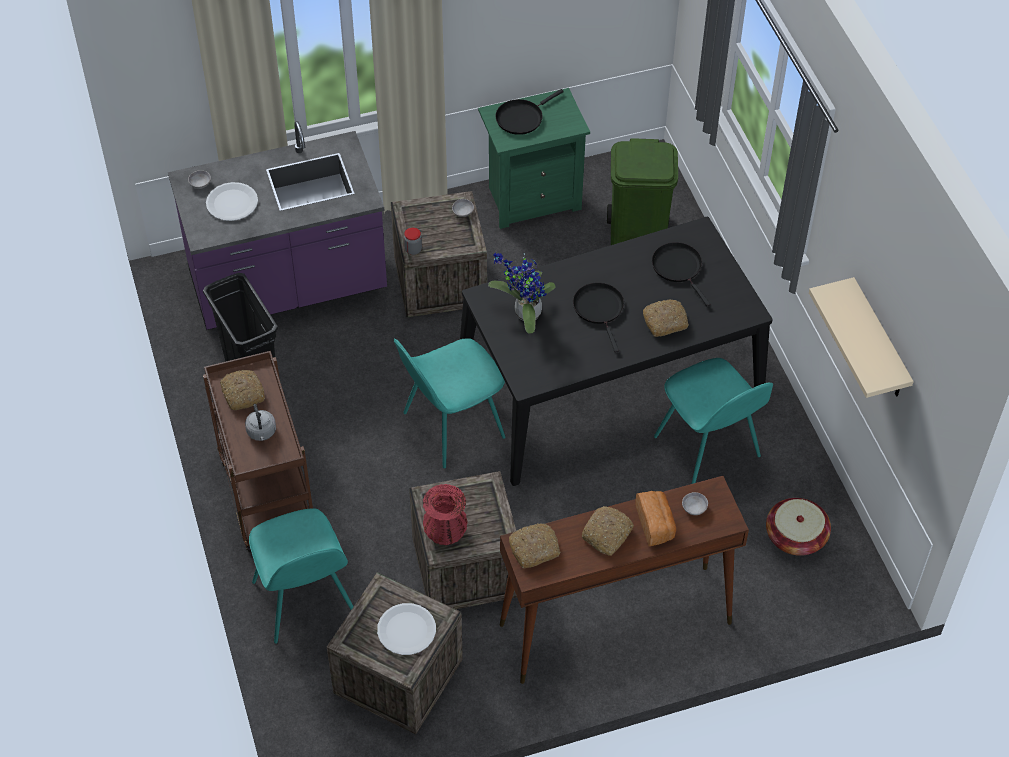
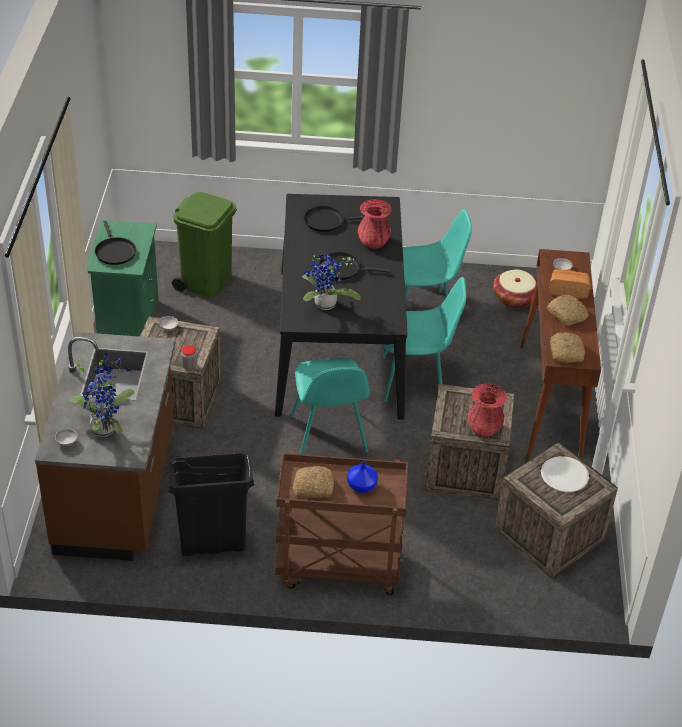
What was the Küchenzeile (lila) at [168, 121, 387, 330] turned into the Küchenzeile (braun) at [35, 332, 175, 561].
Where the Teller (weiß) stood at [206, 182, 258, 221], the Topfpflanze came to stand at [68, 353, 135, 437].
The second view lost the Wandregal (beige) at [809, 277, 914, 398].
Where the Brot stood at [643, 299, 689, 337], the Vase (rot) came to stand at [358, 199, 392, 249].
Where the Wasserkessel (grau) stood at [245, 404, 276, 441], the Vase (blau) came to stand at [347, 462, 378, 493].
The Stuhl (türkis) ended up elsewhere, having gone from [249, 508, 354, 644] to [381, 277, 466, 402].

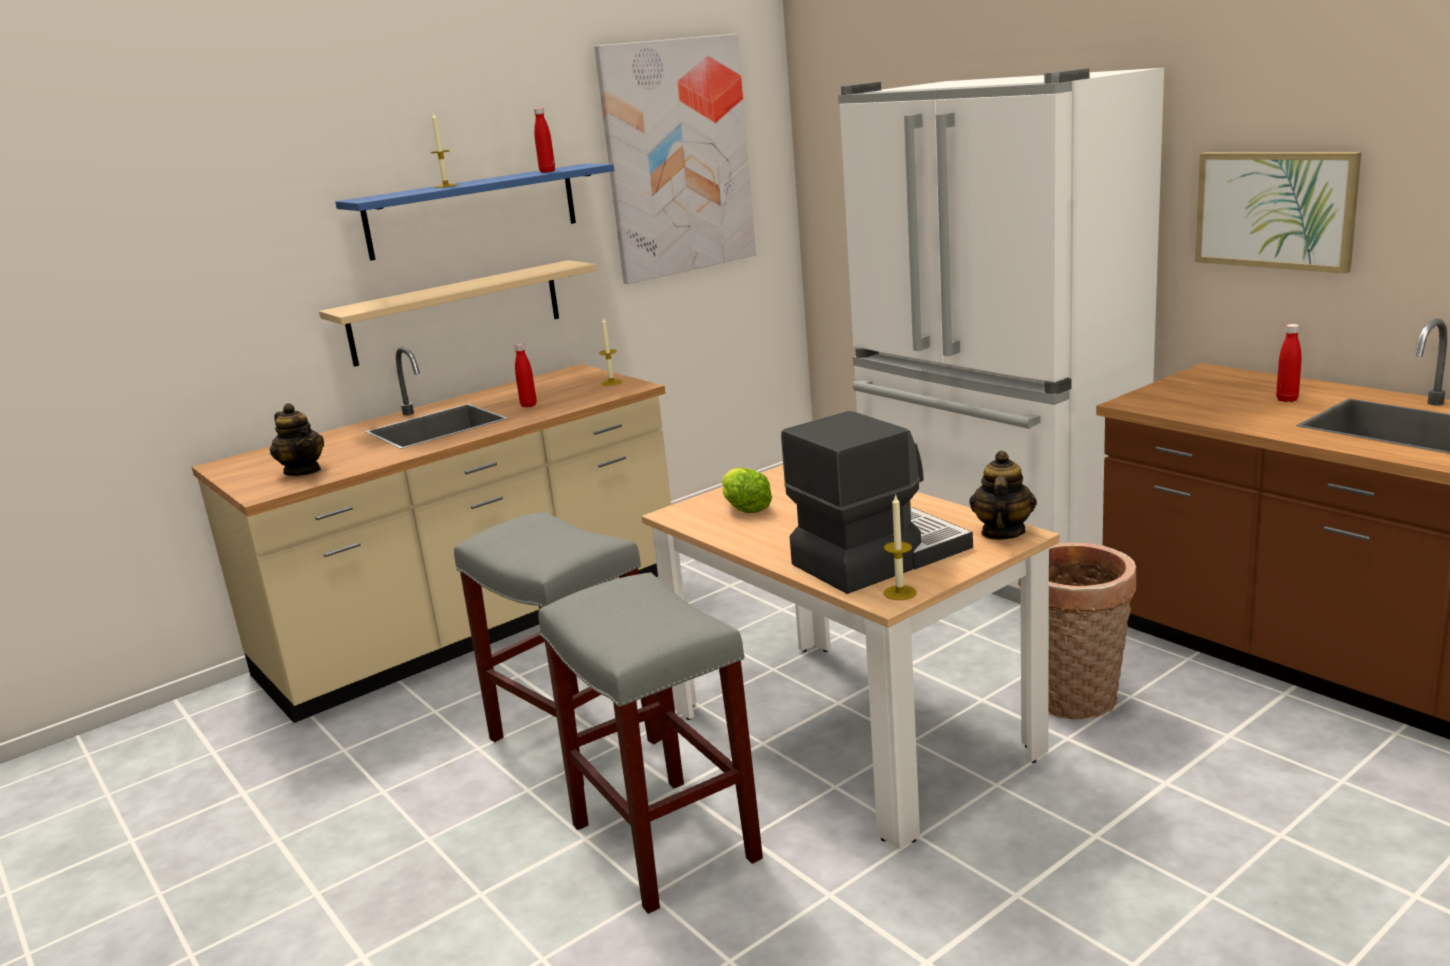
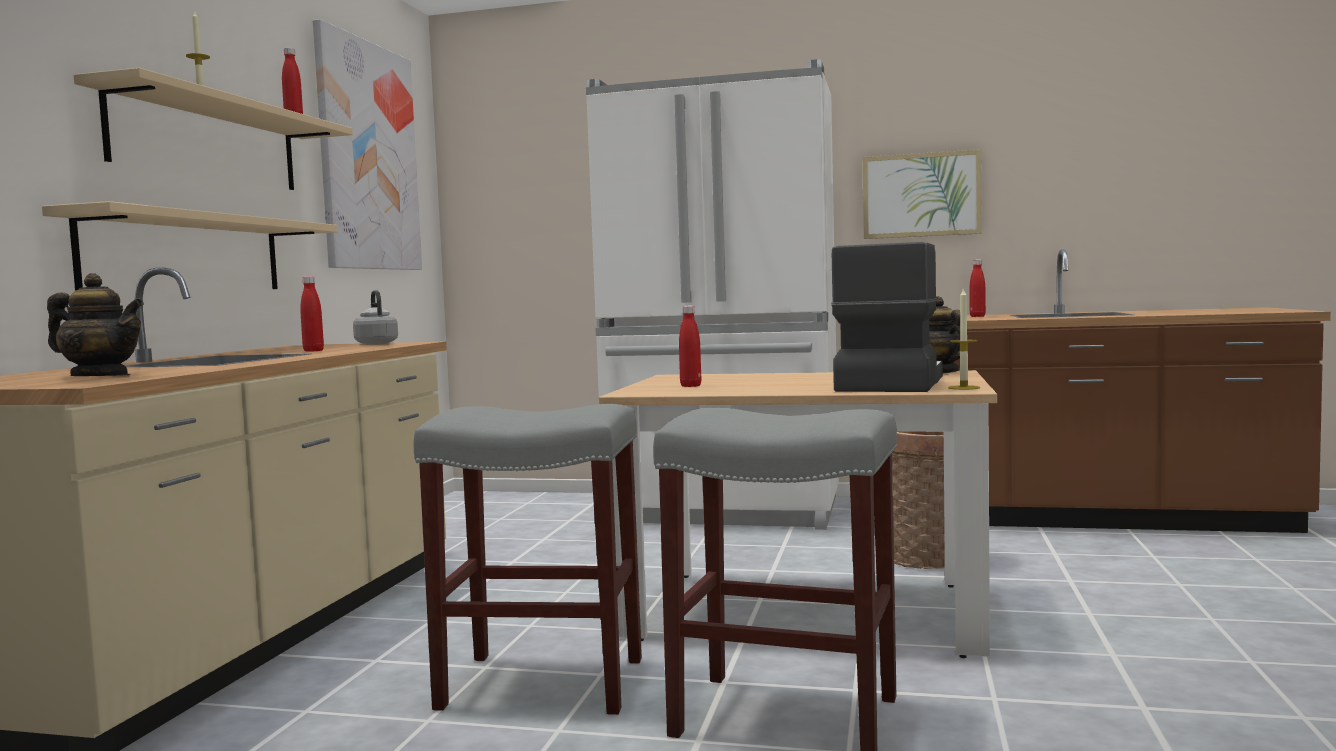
What was the Wandregal (blau) at [335, 164, 614, 261] turned into the Wandregal (beige) at [73, 68, 353, 190].
Where the Kerze stood at [599, 318, 622, 386], the Wasserkessel (grau) came to stand at [353, 290, 398, 345].
Where the Salatkopf stood at [722, 468, 772, 513], the Flasche (rot) came to stand at [679, 305, 701, 387].

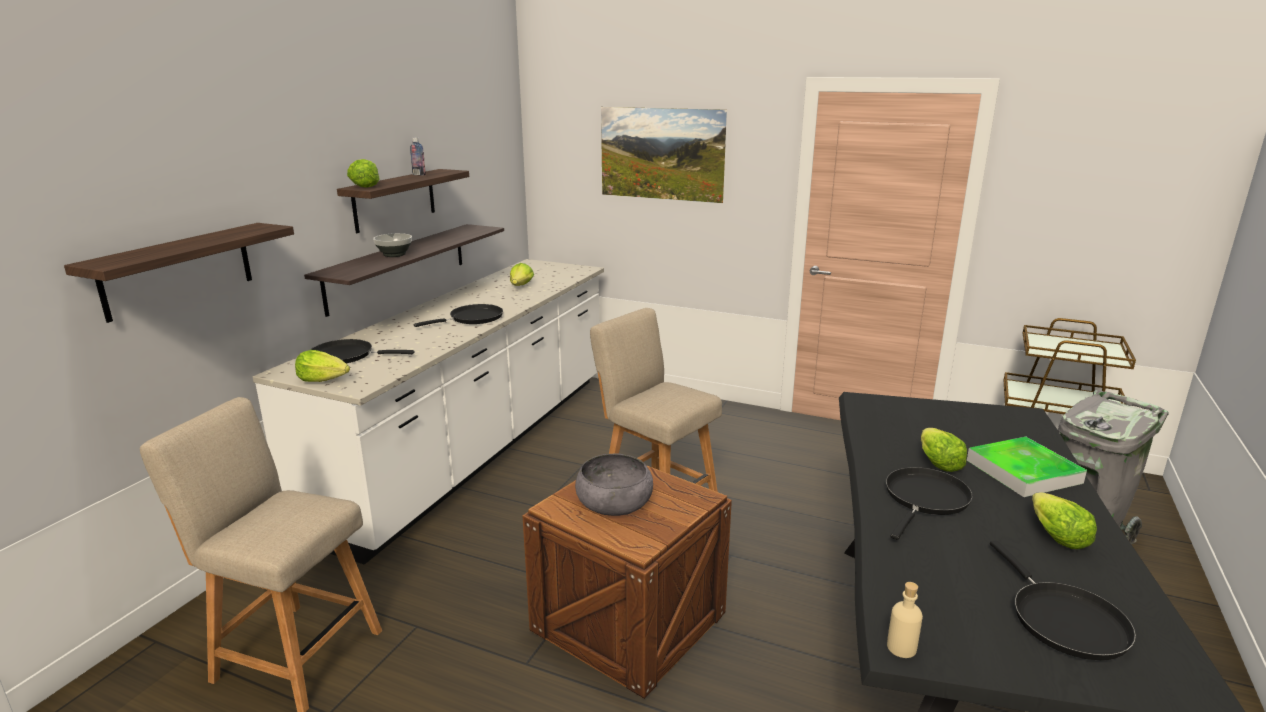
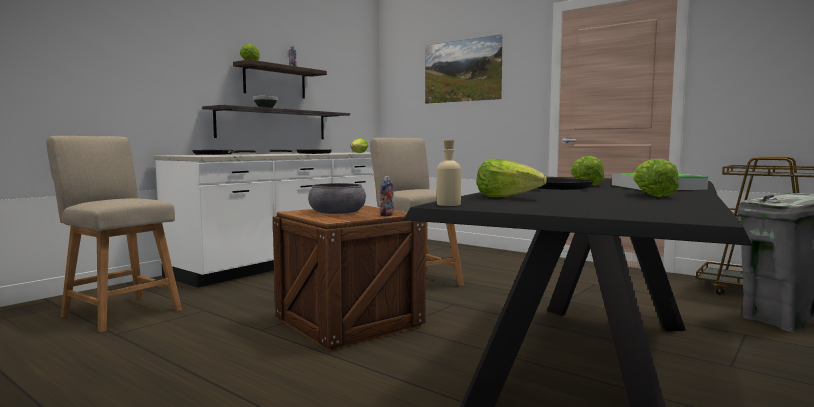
The second view lost the Wandregal at [64, 223, 294, 323].
The Salatkopf ended up elsewhere, having gone from [295, 350, 350, 382] to [476, 159, 547, 197].
The second view lost the Pfanne (schwarz) at [990, 540, 1136, 660].
The second view gained the Flasche at [380, 176, 394, 216].

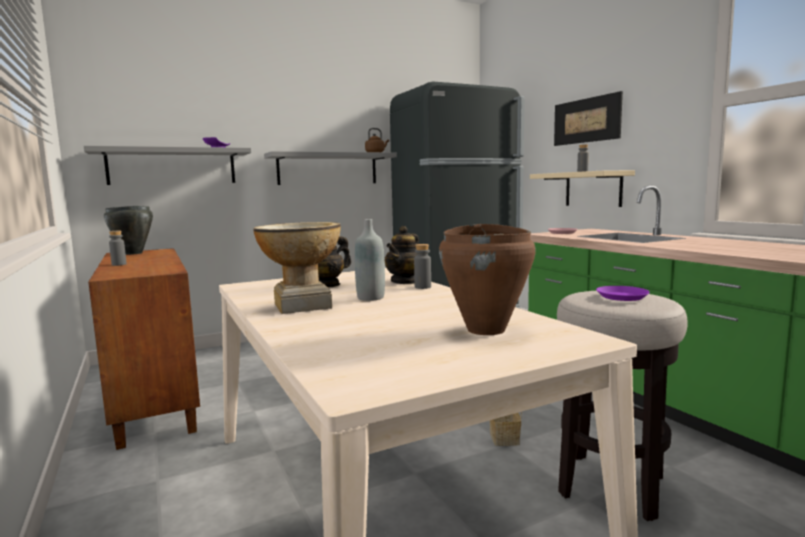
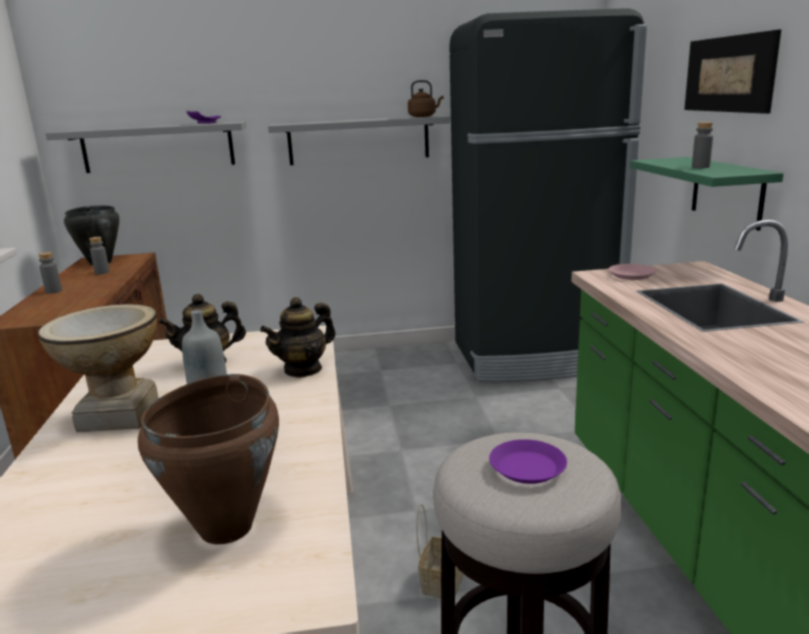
What was the Wandregal (beige) at [530, 170, 635, 207] turned into the Wandregal (grün) at [630, 157, 784, 231].
The Flasche (grau) ended up elsewhere, having gone from [414, 244, 431, 289] to [89, 237, 110, 275].

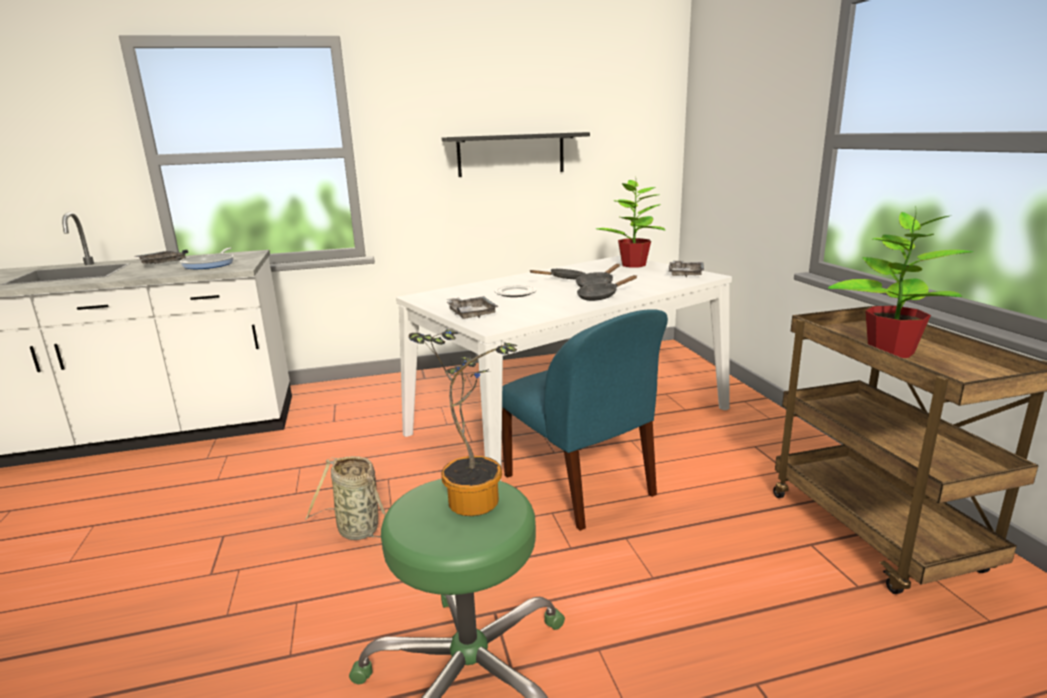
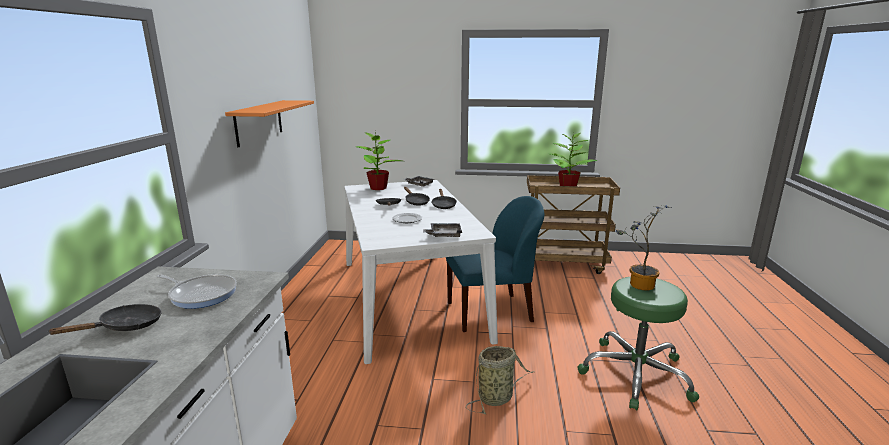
What was the Wandregal (schwarz) at [442, 132, 590, 177] turned into the Wandregal (orange) at [225, 100, 314, 147].
Where the Tablett (grau) stood at [135, 250, 188, 264], the Pfanne (schwarz) came to stand at [47, 304, 162, 335].

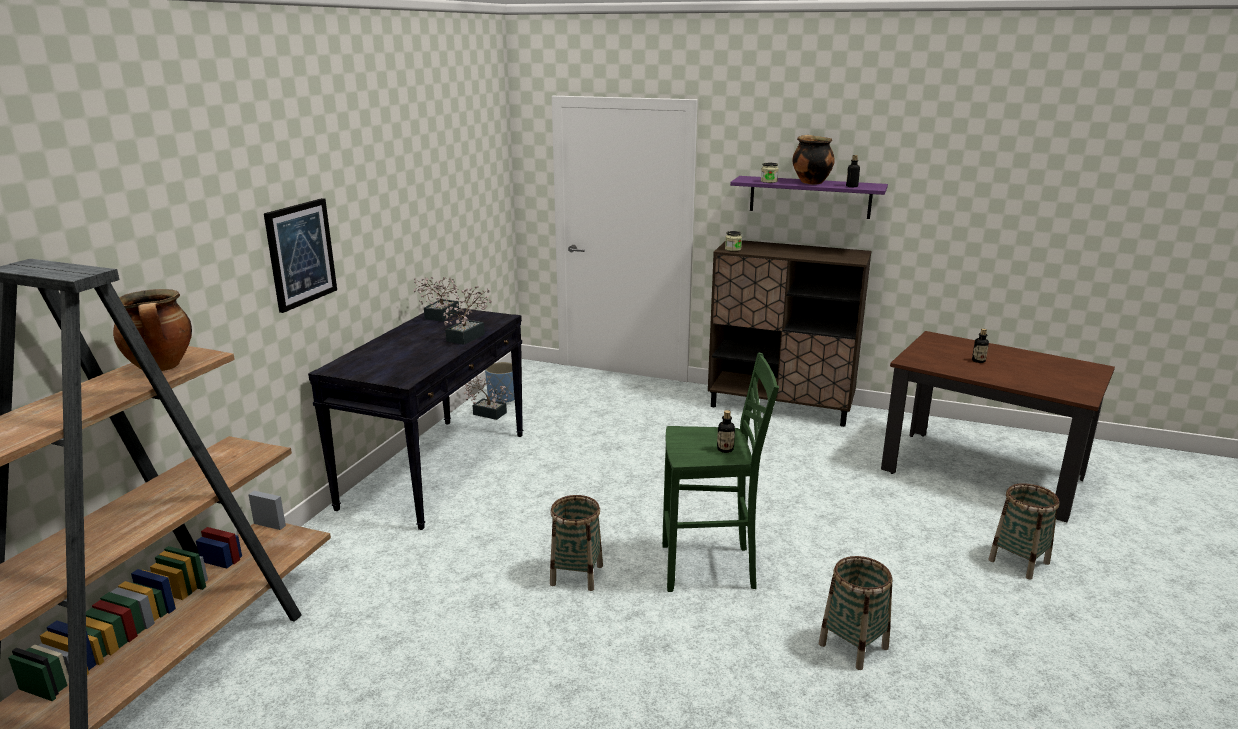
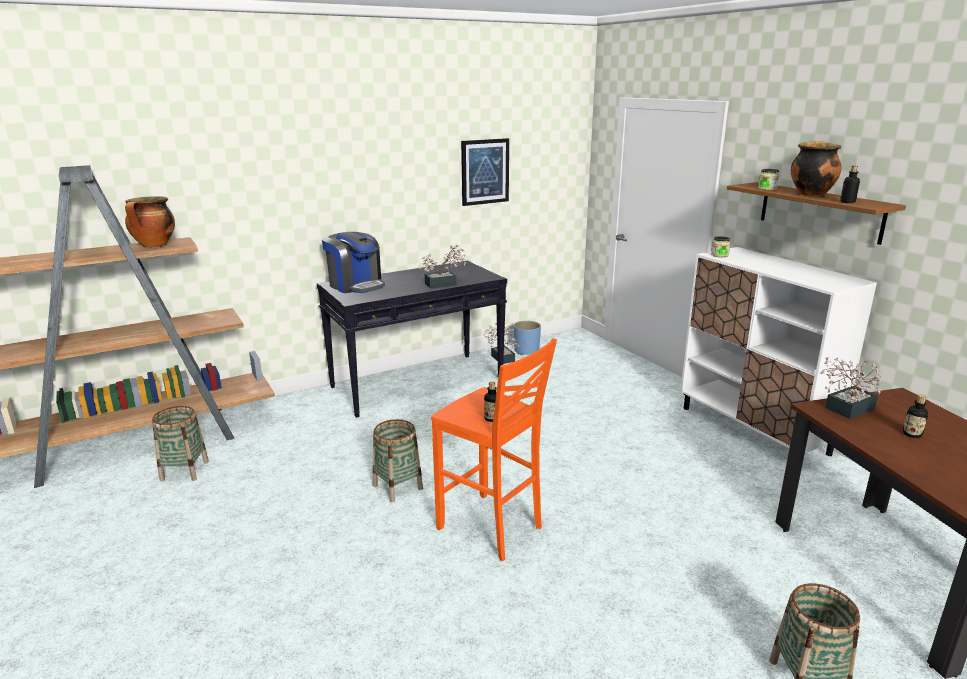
What was the Wandregal (lila) at [730, 176, 888, 219] turned into the Wandregal (braun) at [727, 182, 906, 245].
The Bild ended up elsewhere, having gone from [264, 198, 337, 313] to [461, 138, 509, 206].
What was the Schrank (braun) at [708, 240, 871, 427] turned into the Schrank (weiß) at [680, 247, 877, 456].
The Topfpflanze ended up elsewhere, having gone from [413, 277, 459, 322] to [820, 357, 883, 419].
What was the Hocker (grün) at [662, 353, 779, 592] turned into the Hocker (orange) at [431, 338, 557, 561].
The Korb ended up elsewhere, having gone from [819, 556, 892, 670] to [152, 406, 209, 481].
The second view gained the Kaffeemaschine at [322, 232, 385, 293].

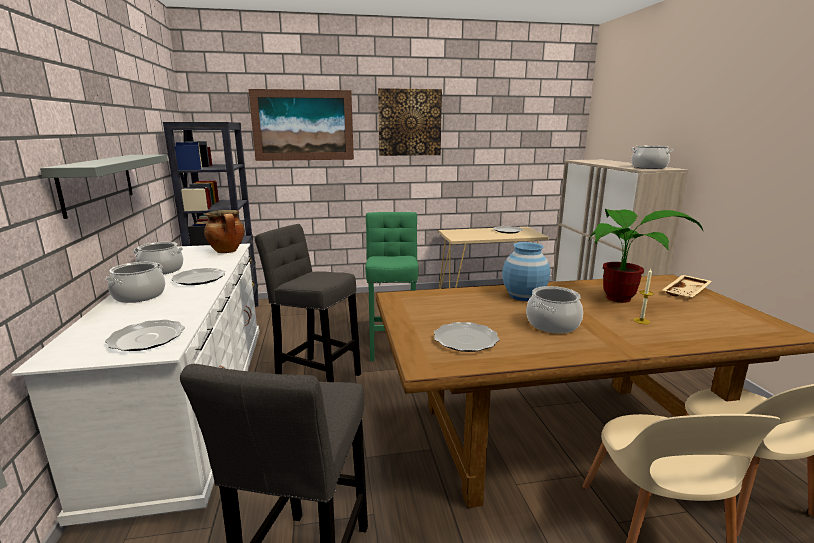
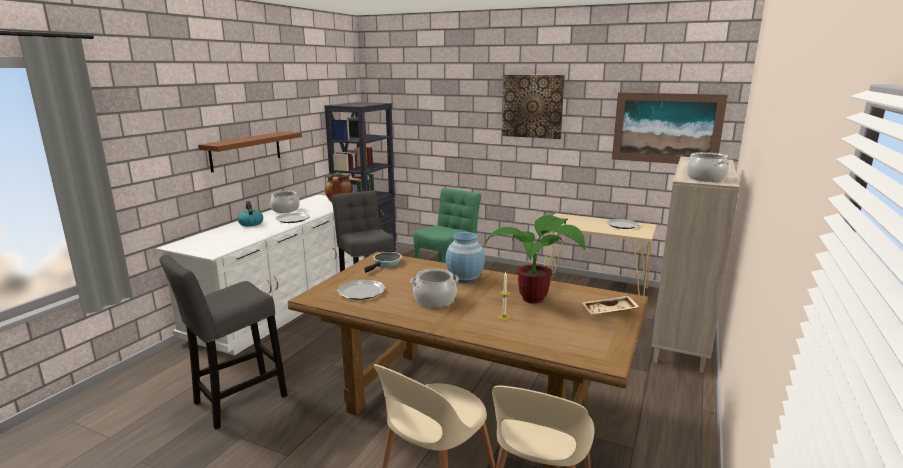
The Bild ended up elsewhere, having gone from [248, 89, 354, 161] to [612, 92, 728, 164].
What was the Wandregal (grau) at [40, 154, 168, 219] turned into the Wandregal (braun) at [198, 131, 302, 173].
Where the Kochtopf stood at [105, 262, 165, 303], the Wasserkessel came to stand at [237, 201, 263, 226].
The second view lost the Teller at [105, 320, 185, 351].
The second view gained the Pfanne at [364, 252, 402, 273].

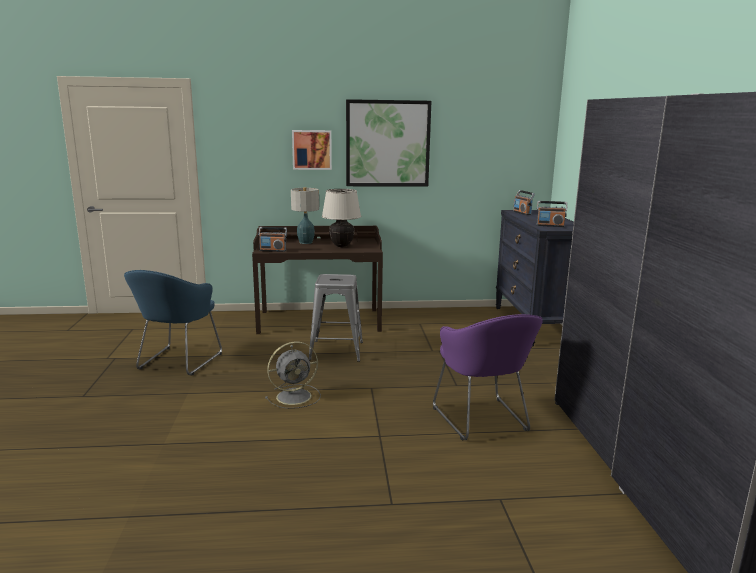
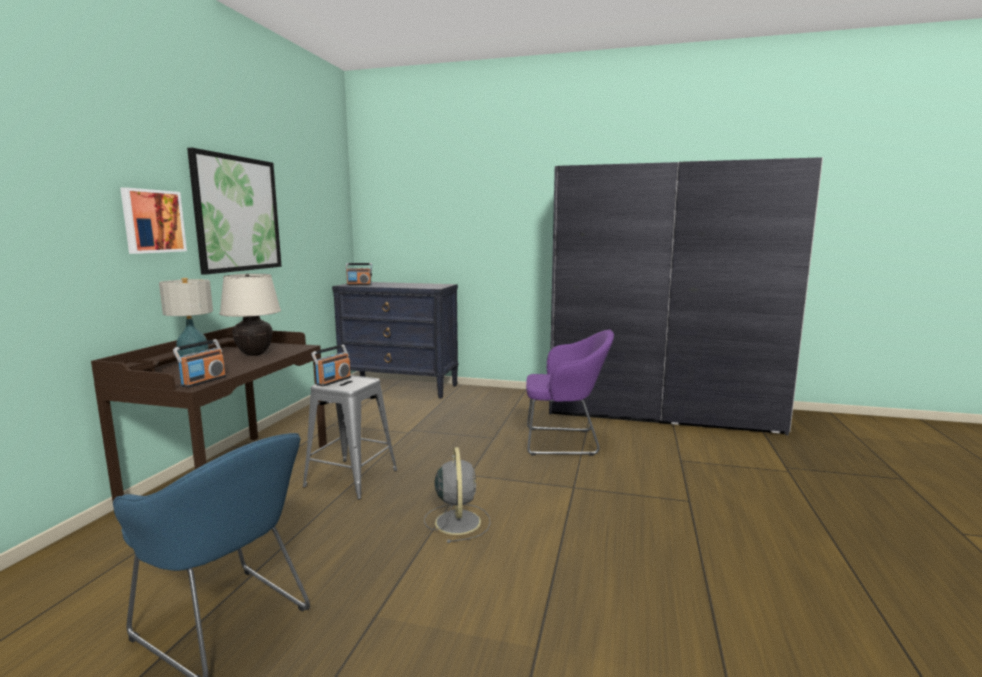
The Radio ended up elsewhere, having gone from [537, 201, 567, 227] to [311, 345, 351, 386].

